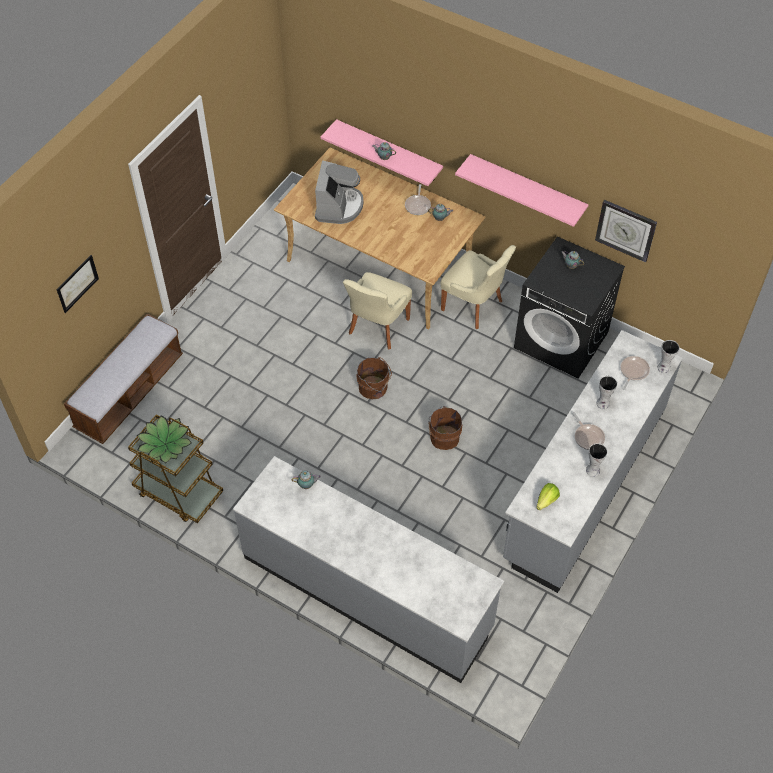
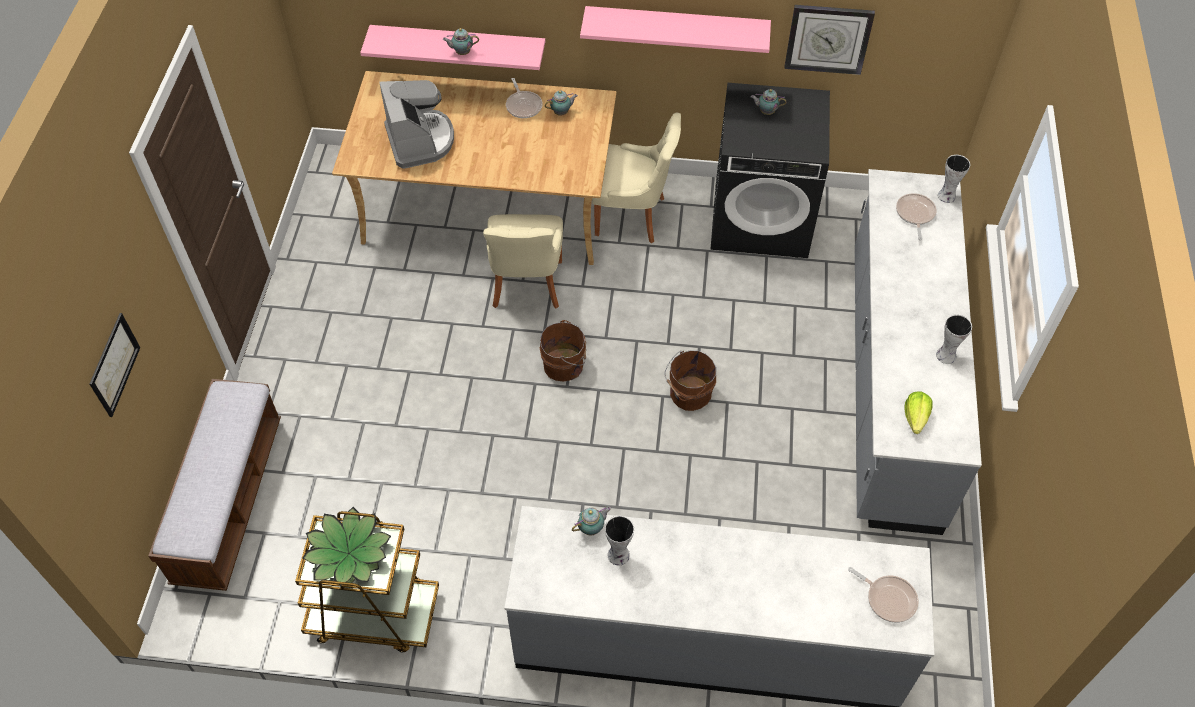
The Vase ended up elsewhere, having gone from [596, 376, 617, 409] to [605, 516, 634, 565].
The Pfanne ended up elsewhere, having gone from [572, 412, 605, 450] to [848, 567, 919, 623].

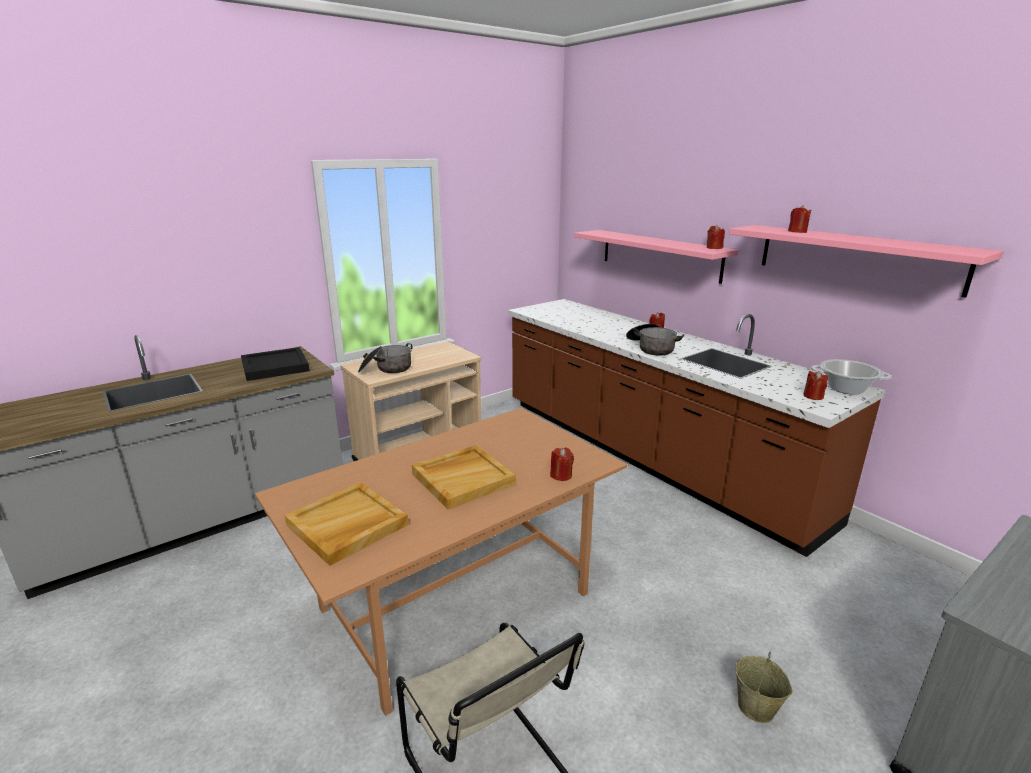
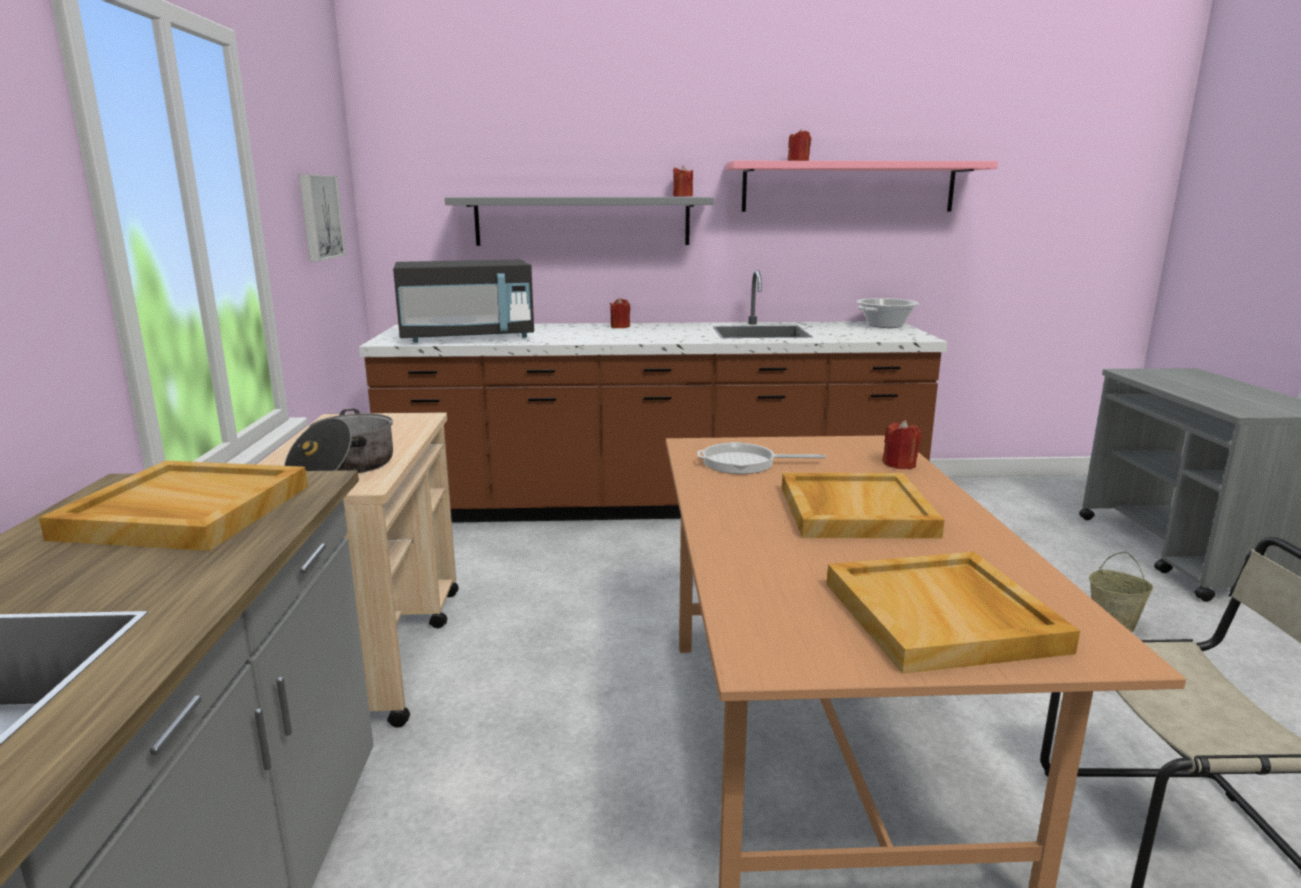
What was the Wandregal (rosa) at [574, 230, 739, 284] turned into the Wandregal (grau) at [445, 197, 714, 246].
The second view lost the Kochtopf at [626, 324, 684, 355].
What was the Tablett (schwarz) at [241, 347, 310, 381] turned into the Tablett (beige) at [39, 460, 308, 551].
The second view lost the Kerze (rot) at [803, 371, 828, 400].
The second view gained the Bild at [299, 174, 346, 261].
The second view gained the Mikrowelle (schwarz) at [393, 260, 534, 343].
The second view gained the Pfanne at [697, 442, 826, 474].

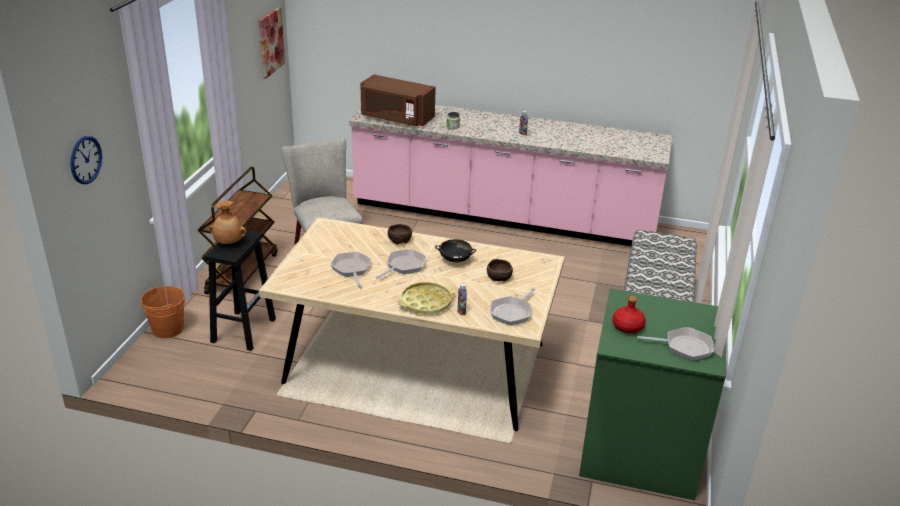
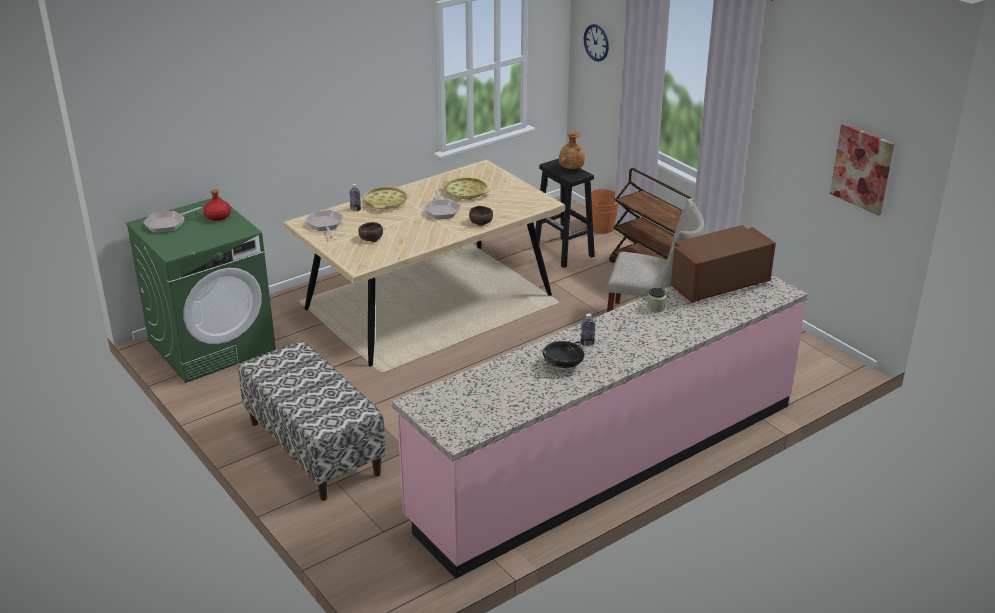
The Schüssel (schwarz) ended up elsewhere, having gone from [435, 239, 476, 262] to [543, 341, 584, 368].
Where the Pfanne stood at [330, 252, 371, 287], the Tablett (gelb) came to stand at [442, 178, 490, 200].

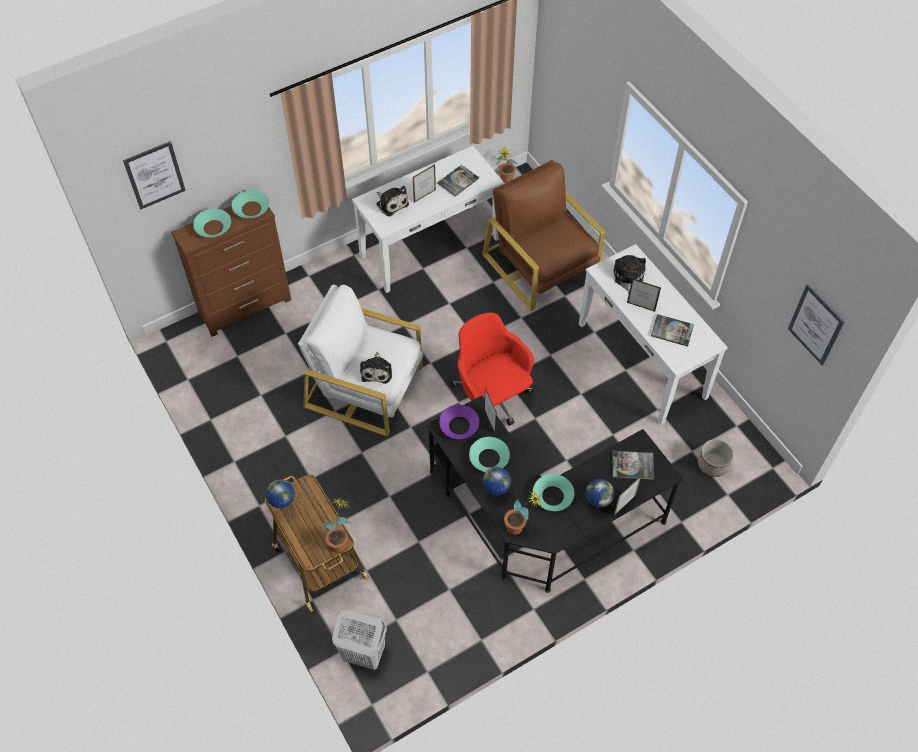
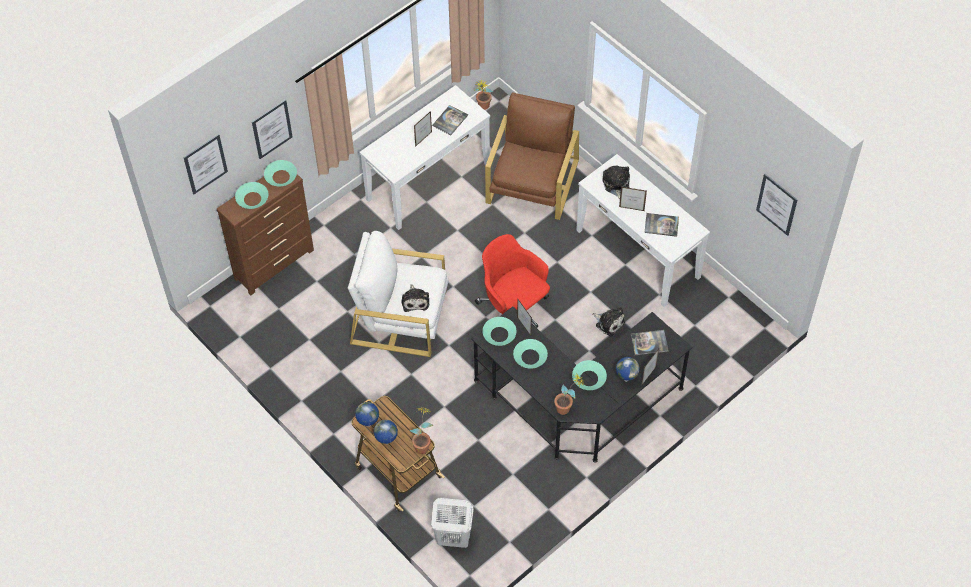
The Sessel (braun) at [482, 160, 606, 311] ended up facing another way, 60 degrees clockwise from before.
The Plüschtier ended up elsewhere, having gone from [376, 186, 409, 217] to [592, 307, 625, 336].
What was the Schüssel (lila) at [439, 405, 479, 439] turned into the Schüssel (türkis) at [482, 317, 517, 346].
The second view lost the Pflanzkübel at [698, 439, 733, 477].
The Globus ended up elsewhere, having gone from [482, 467, 511, 496] to [374, 420, 398, 444].
The second view gained the Bild at [252, 99, 293, 159].

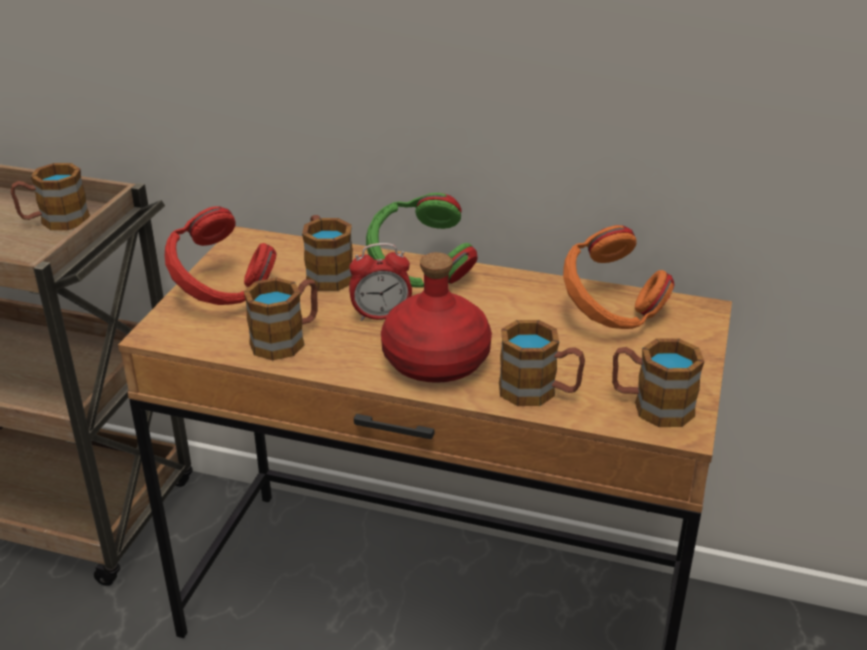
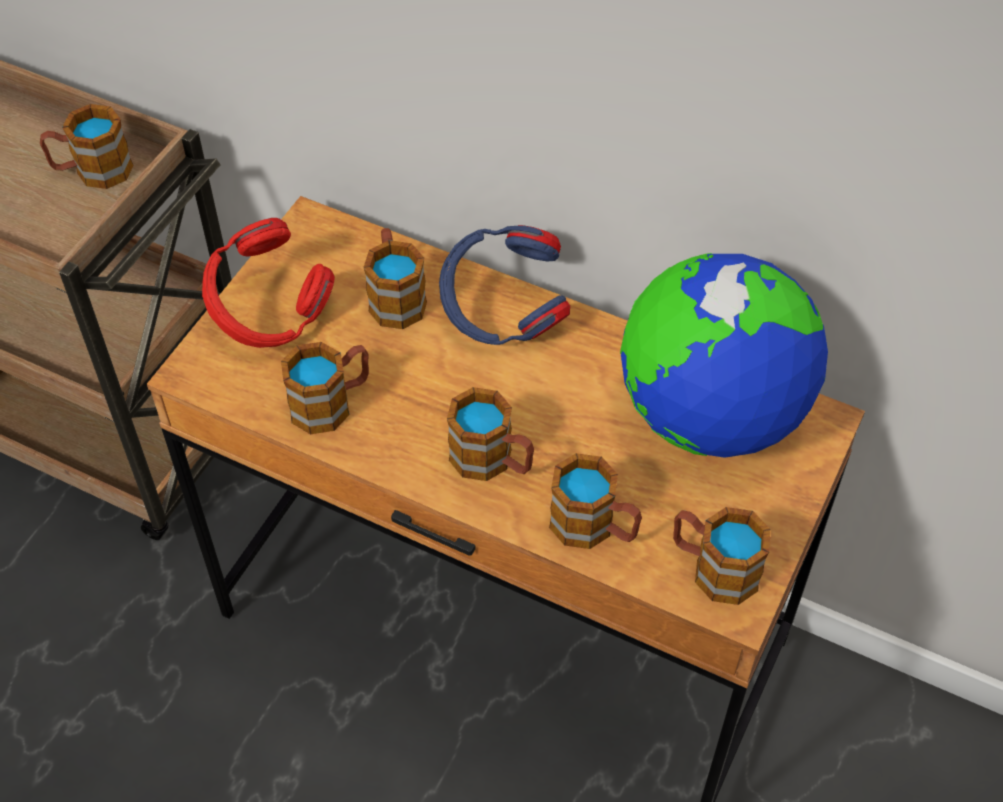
What was the Kopfhörer (grün) at [366, 193, 478, 288] turned into the Kopfhörer (blau) at [439, 225, 570, 345].
Where the Kopfhörer (orange) stood at [563, 225, 674, 329], the Globus came to stand at [620, 253, 828, 458].
The second view lost the Wecker at [349, 243, 412, 321].
Where the Flasche (rot) stood at [381, 252, 492, 383], the Henkelbecher came to stand at [447, 387, 534, 481].

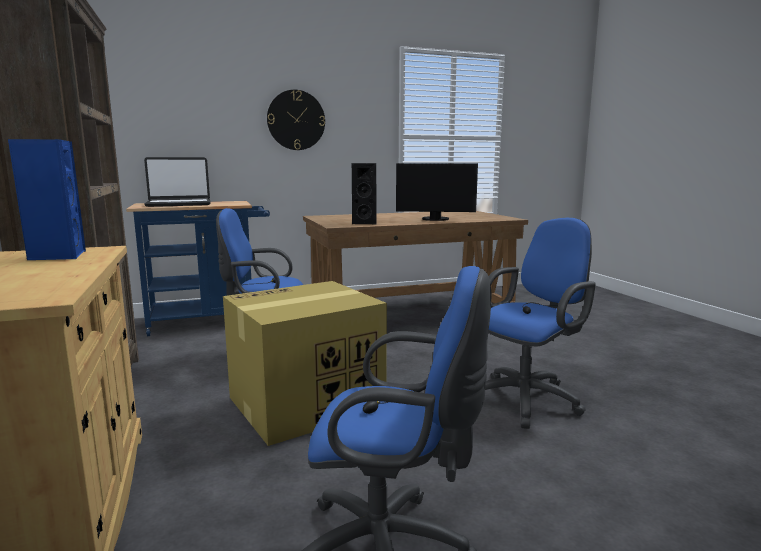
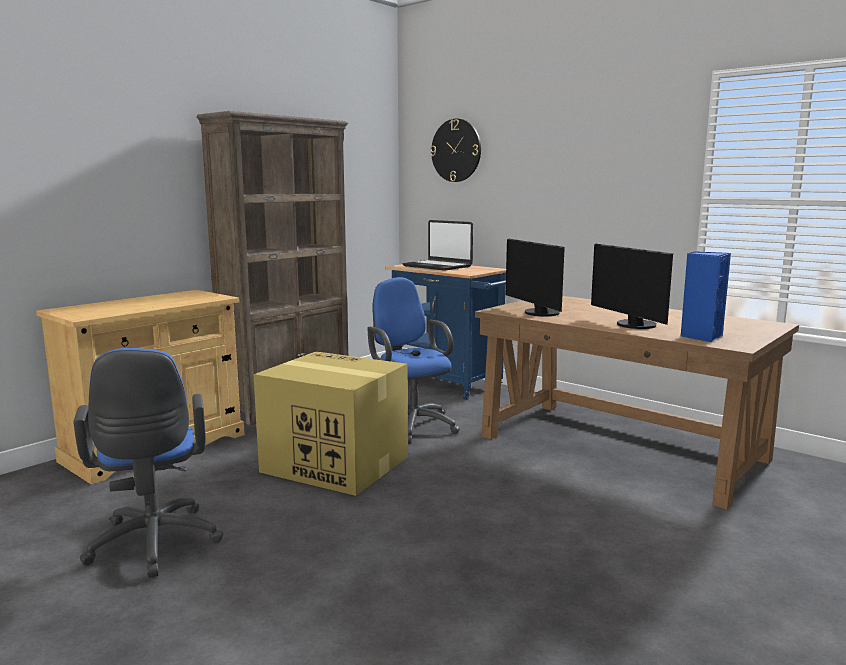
The Wanduhr ended up elsewhere, having gone from [267, 90, 325, 150] to [430, 119, 481, 182].
The Lautsprecher (blau) ended up elsewhere, having gone from [8, 139, 86, 260] to [680, 251, 731, 342].
Where the Lautsprecher (schwarz) stood at [352, 163, 377, 224], the Monitor came to stand at [506, 238, 565, 316].
The second view lost the Bürostuhl (blau) at [485, 218, 596, 429].

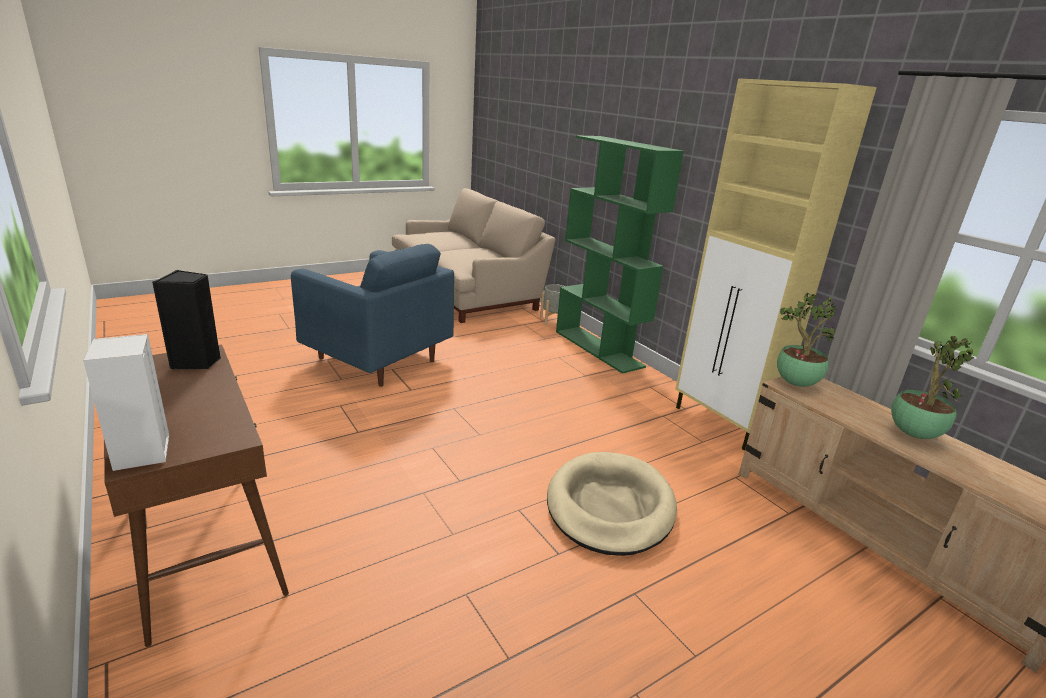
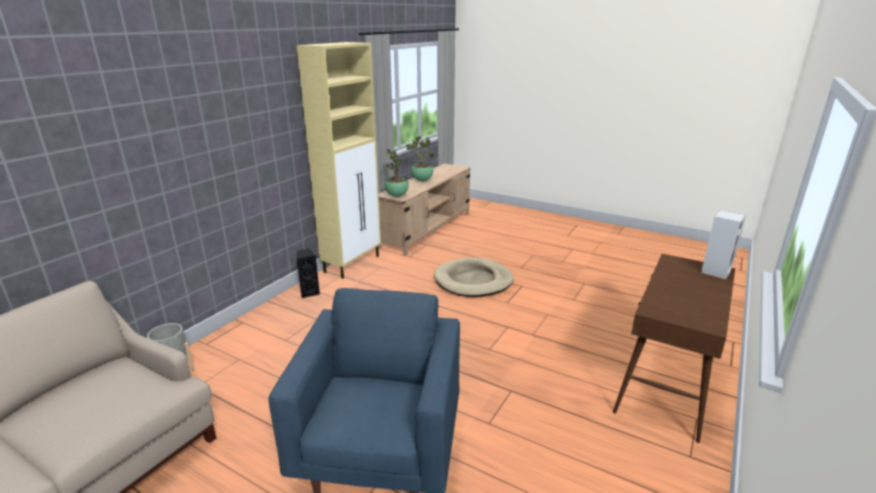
The second view lost the Bücherregal (grün) at [556, 136, 684, 374].
The Lautsprecher (schwarz) ended up elsewhere, having gone from [152, 270, 221, 369] to [297, 249, 320, 298].

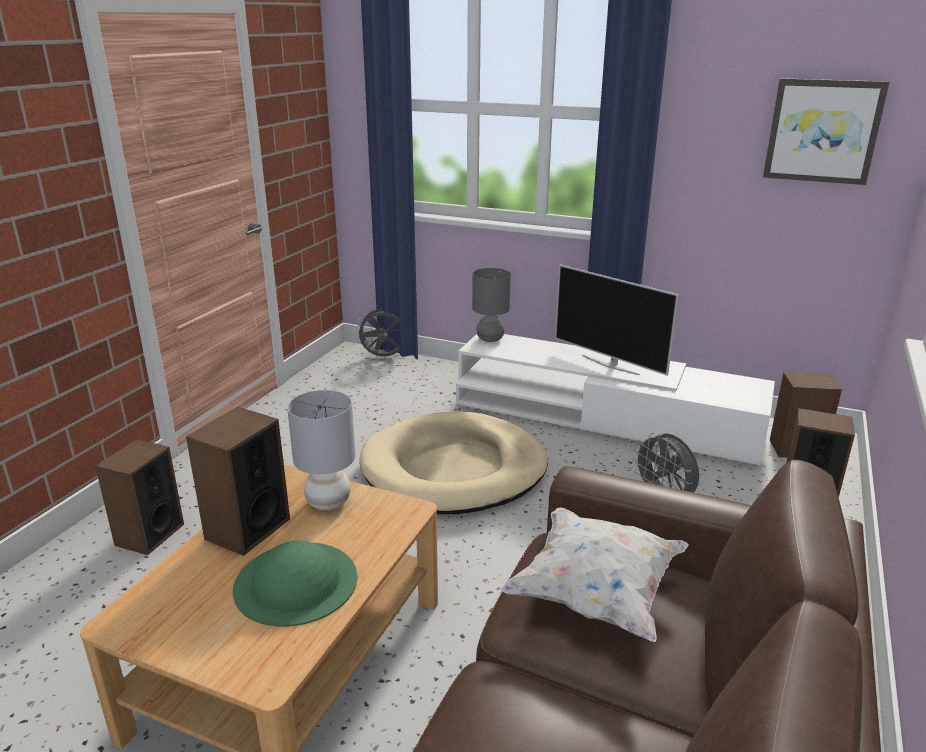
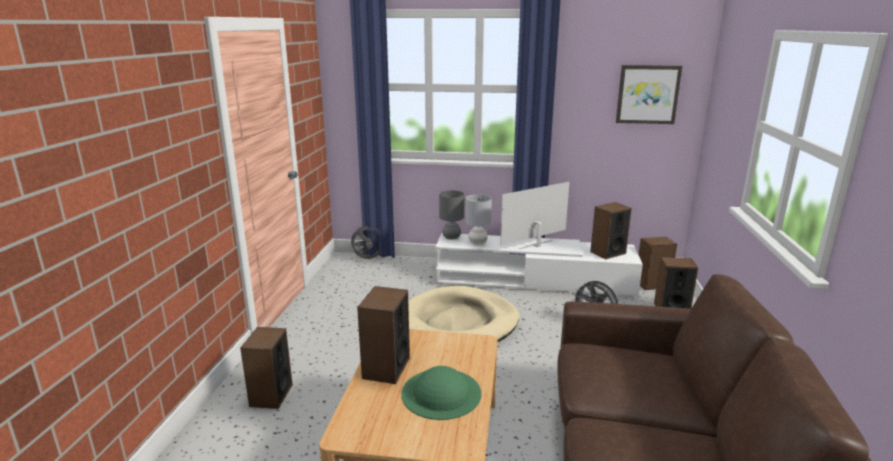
The Fernseher at [555, 264, 679, 376] ended up facing another way, 120 degrees clockwise from before.
The Tischlampe (grau) ended up elsewhere, having gone from [287, 390, 356, 510] to [466, 194, 492, 245].
The second view lost the Kissen (weiß) at [500, 508, 689, 642].
The second view gained the Lautsprecher at [590, 202, 632, 259].

